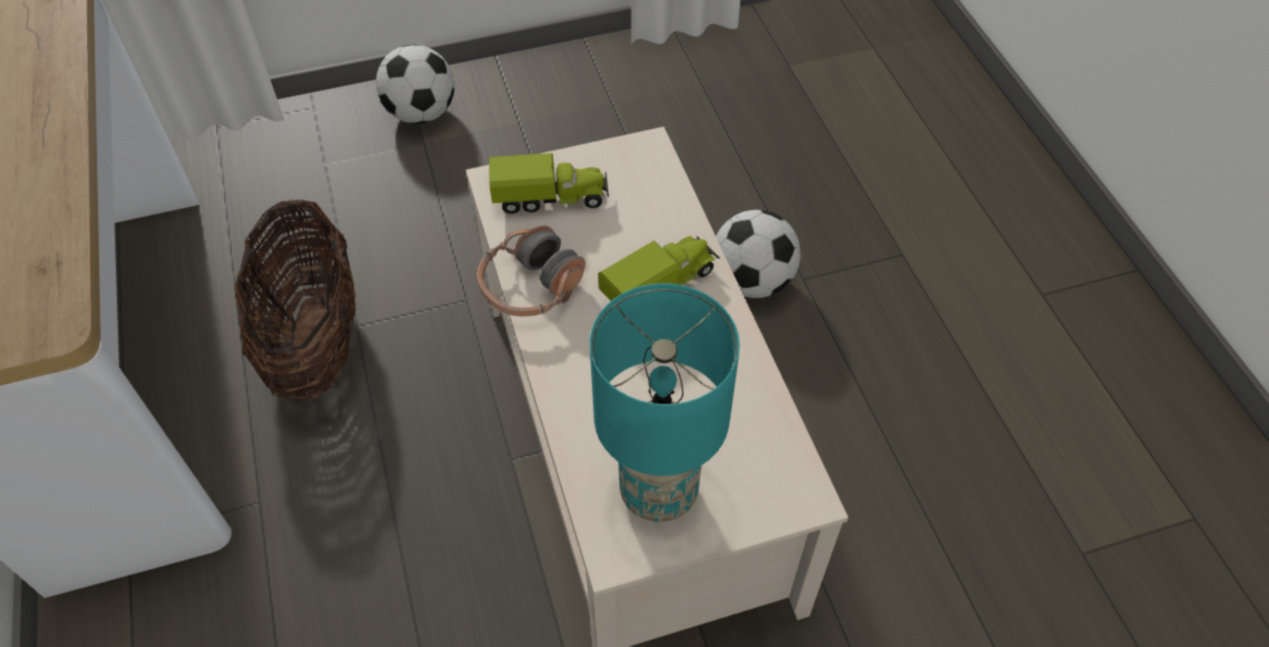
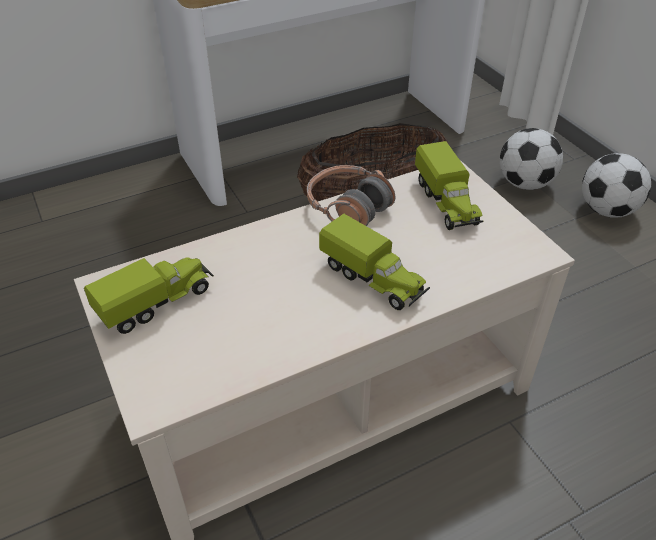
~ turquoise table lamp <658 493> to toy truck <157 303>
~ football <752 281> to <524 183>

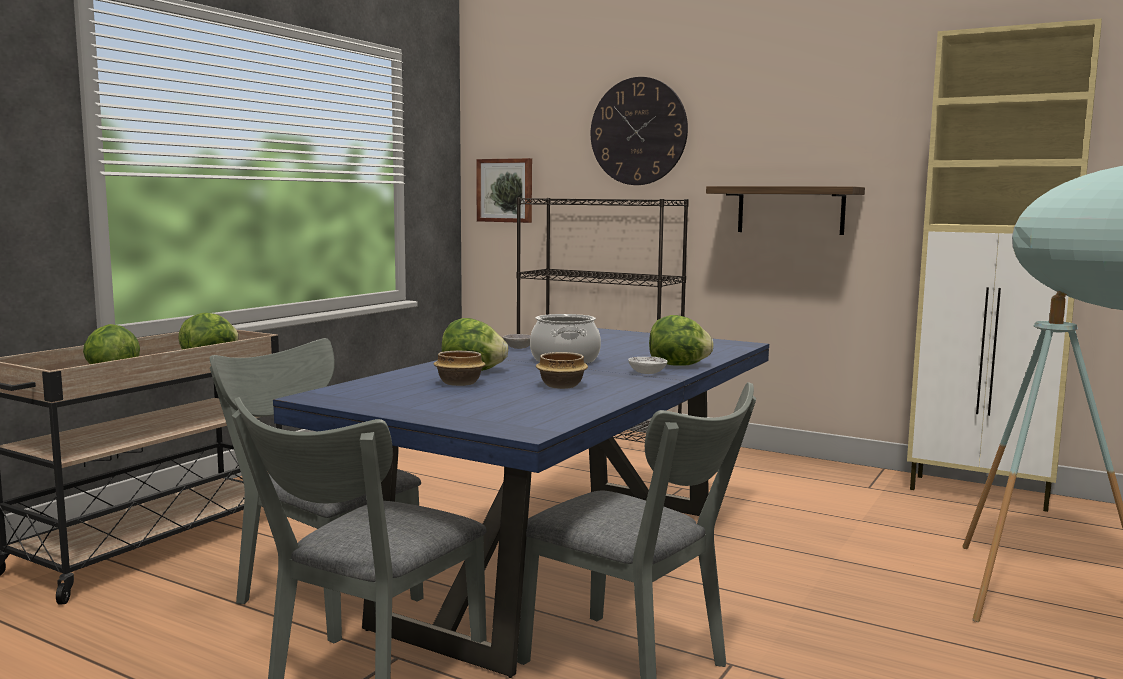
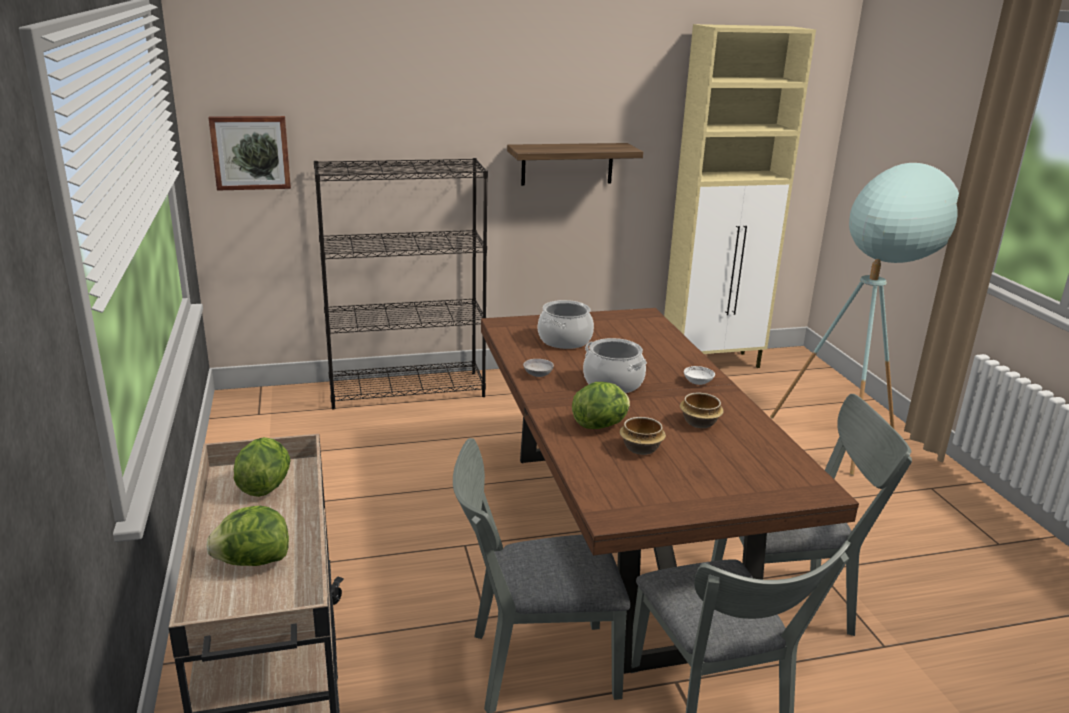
~ blue dining table <562 564> to brown dining table <618 541>
- wall clock <638 131>
- lettuce <678 365>
+ cooking pot <565 340>

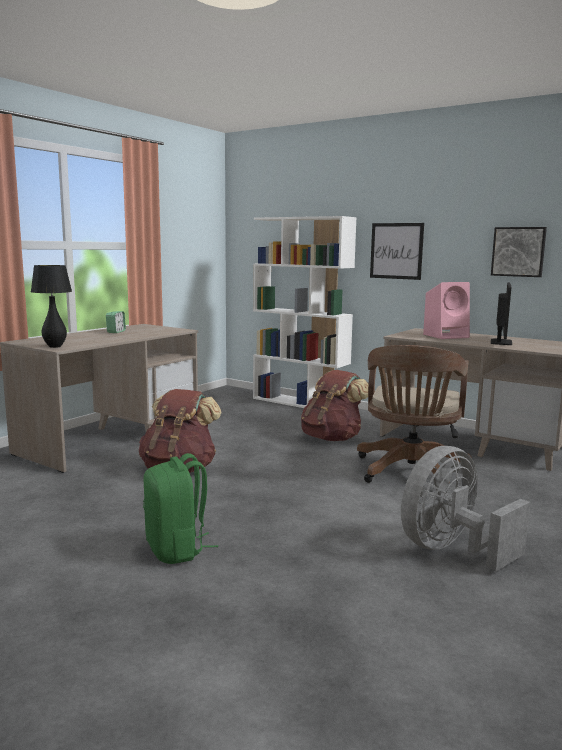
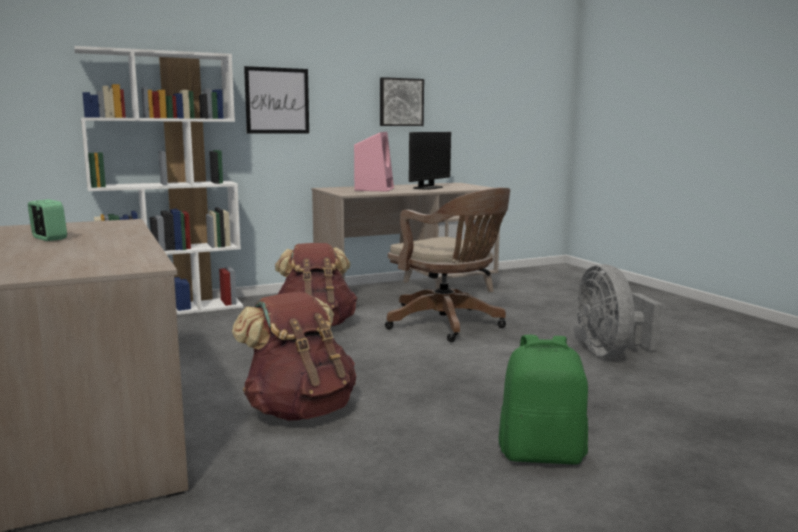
- black table lamp <55 346>
~ monitor <501 342> = <428 188> 75 degrees clockwise

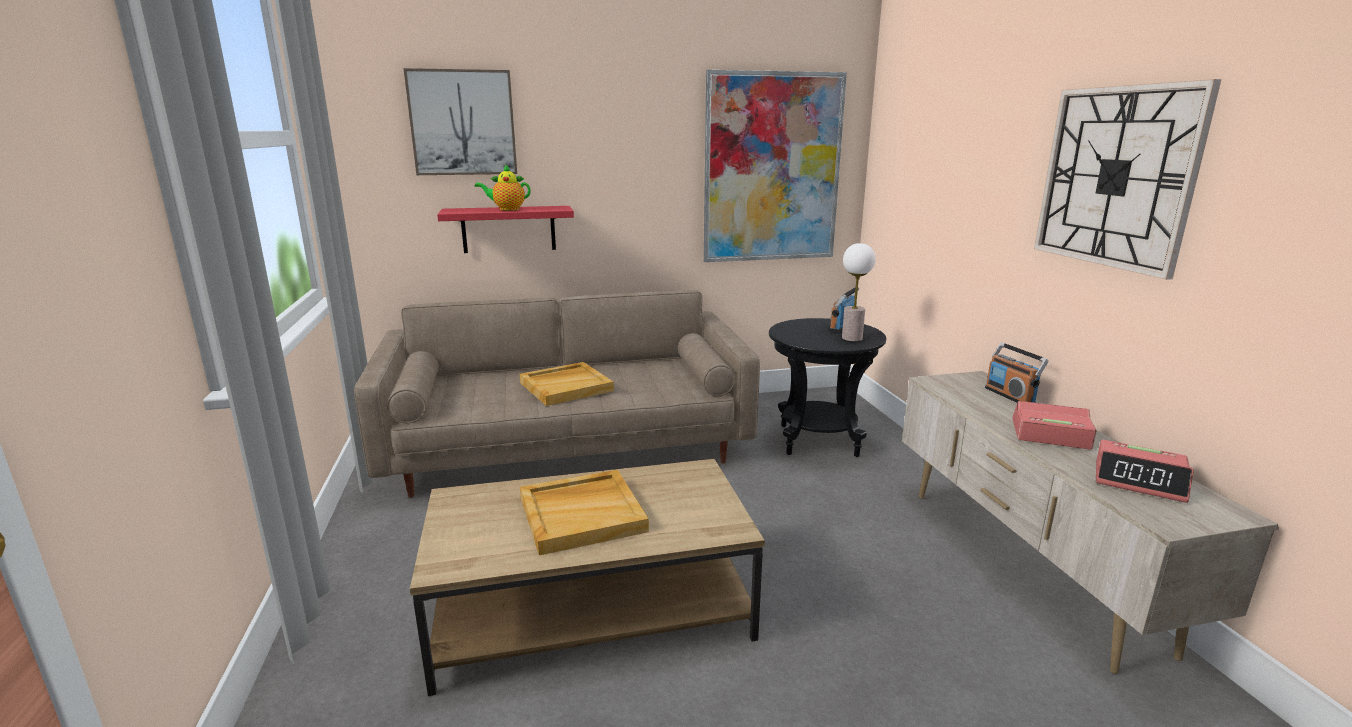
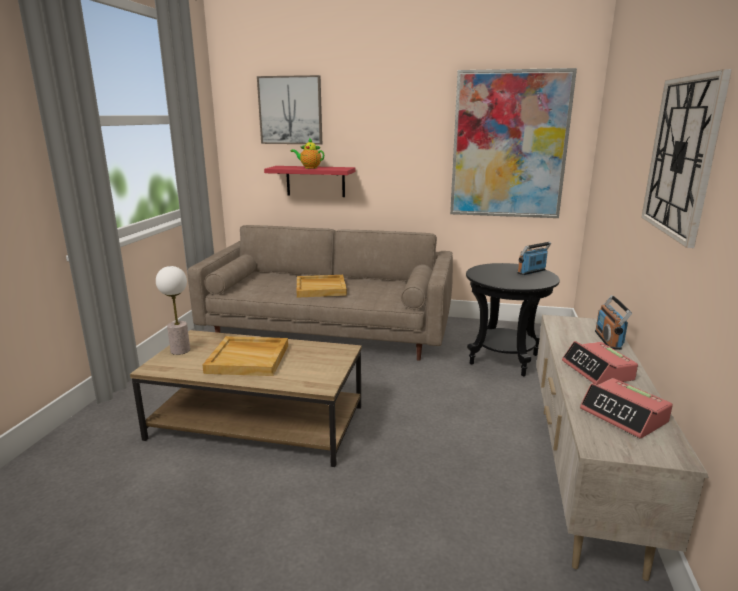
~ table lamp <851 338> to <180 350>
~ alarm clock <1049 434> = <597 371> 150 degrees counterclockwise

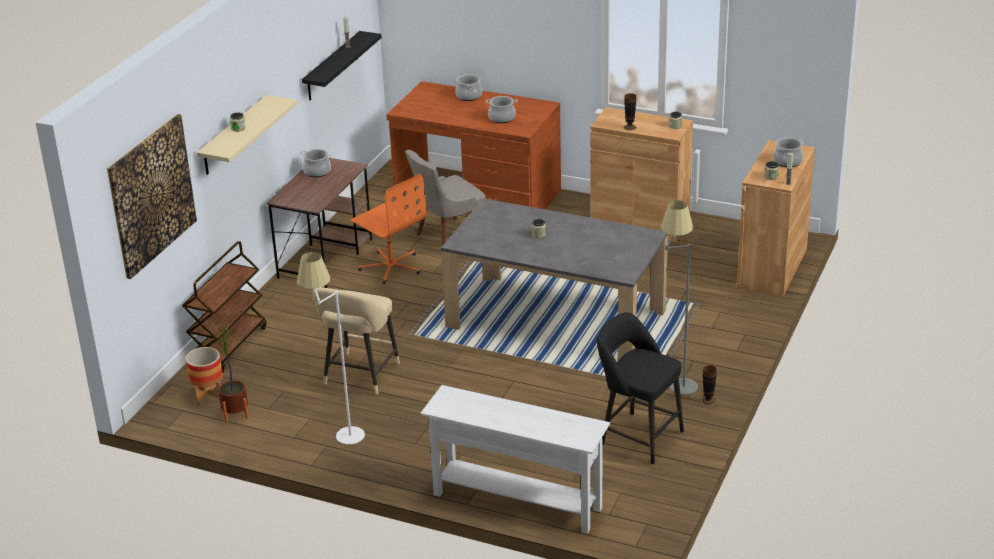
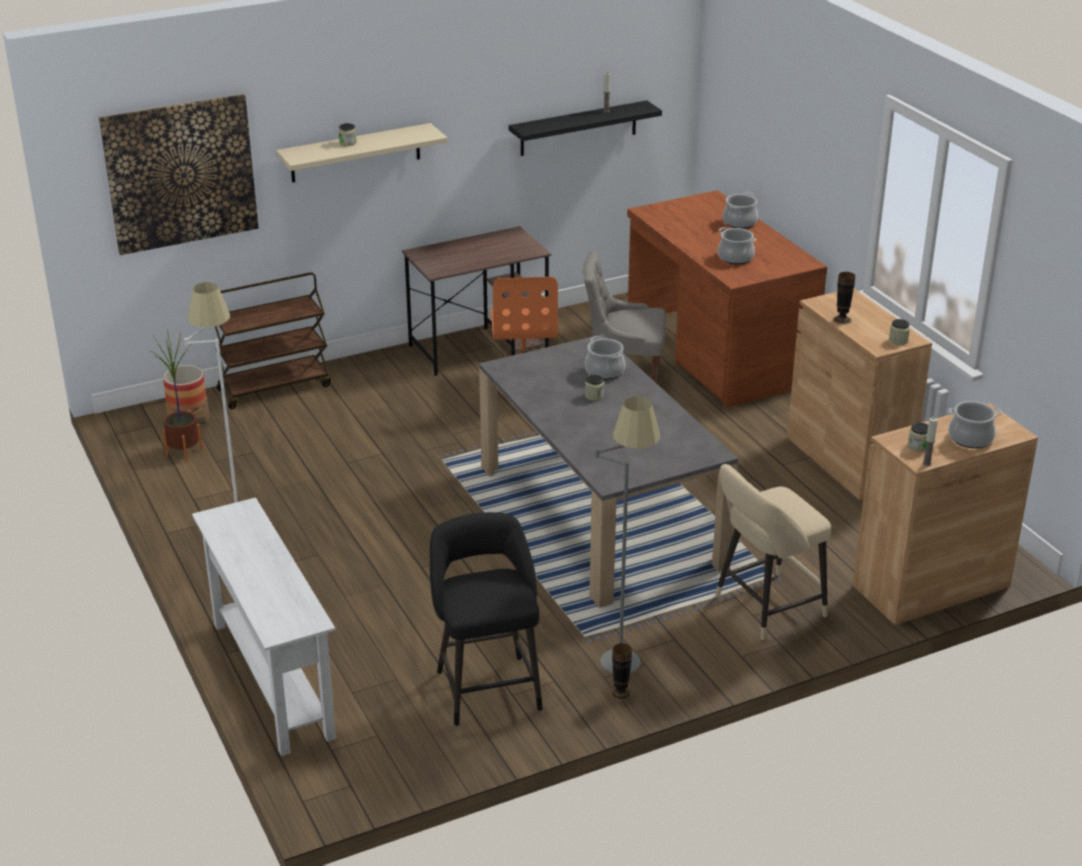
~ cooking pot <317 172> to <605 371>
~ beige stool <359 376> to <764 608>

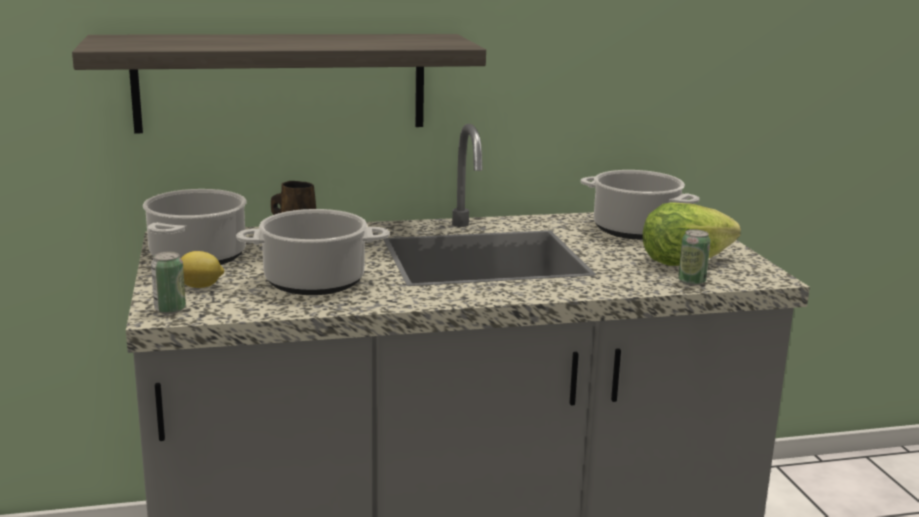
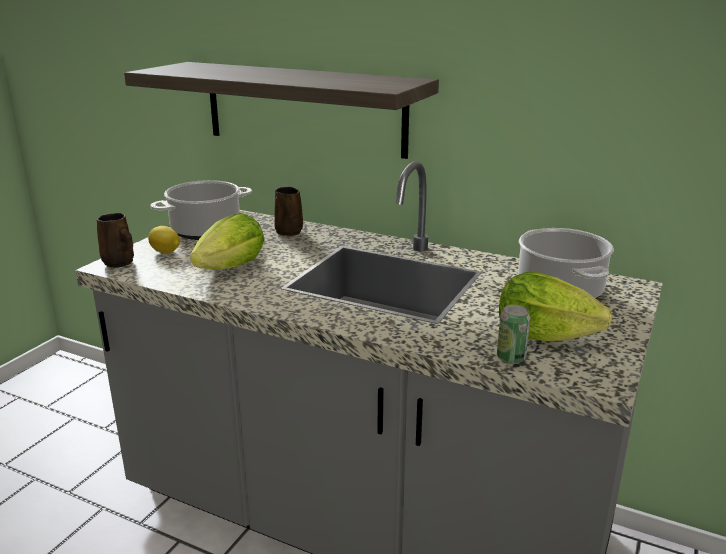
~ can <170 309> to brown mug <119 263>
~ cooking pot <316 282> to lettuce <231 268>

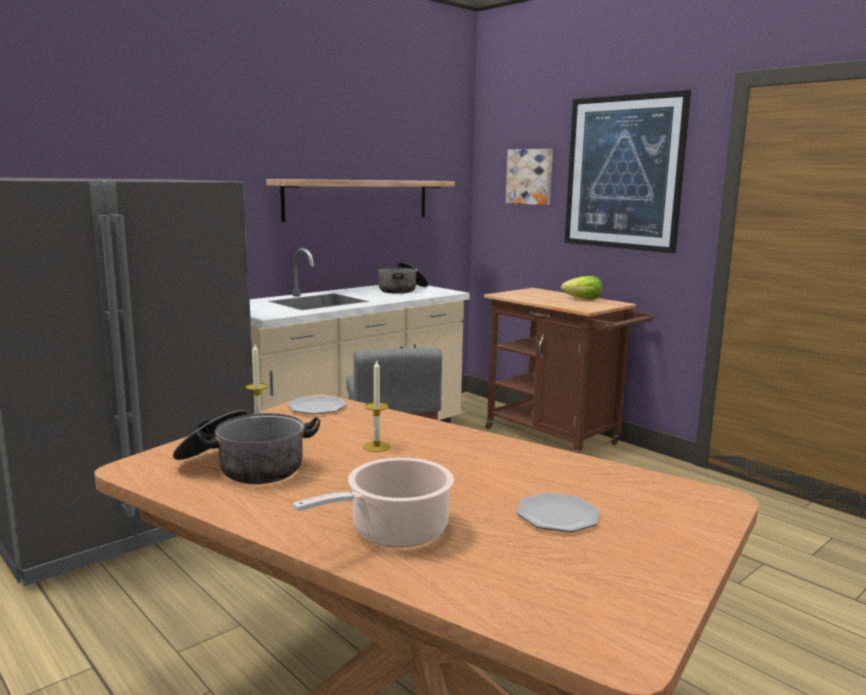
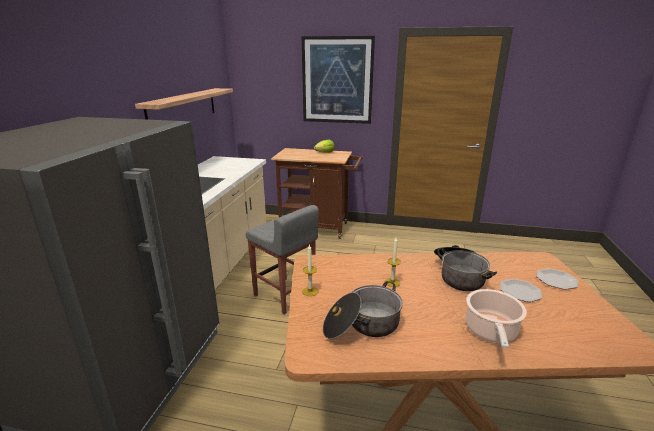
~ plate <316 407> to <556 280>
~ cooking pot <403 290> to <459 275>
- picture <530 177>

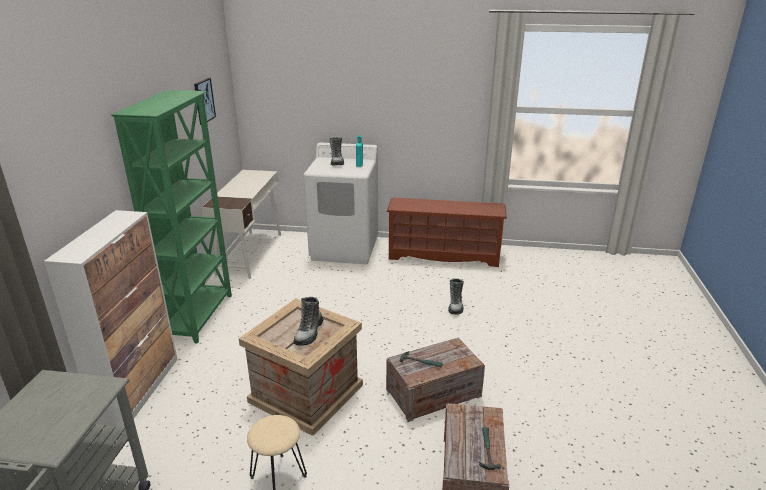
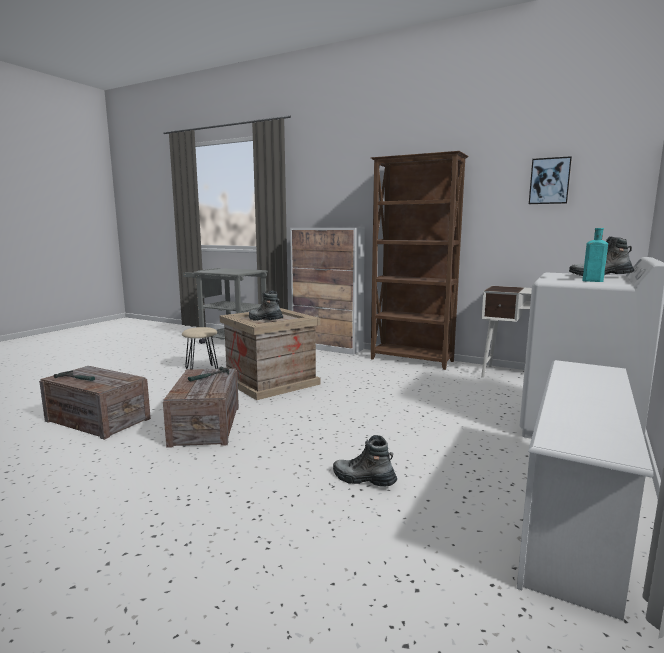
~ green bookcase <200 316> to brown bookcase <412 360>
~ brown shoe rack <444 255> to white shoe rack <575 518>

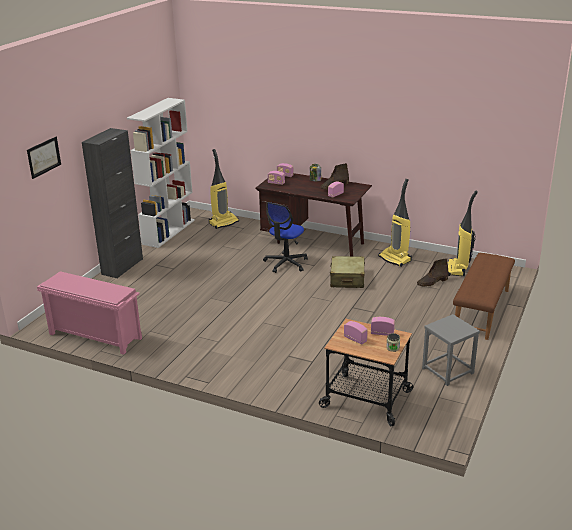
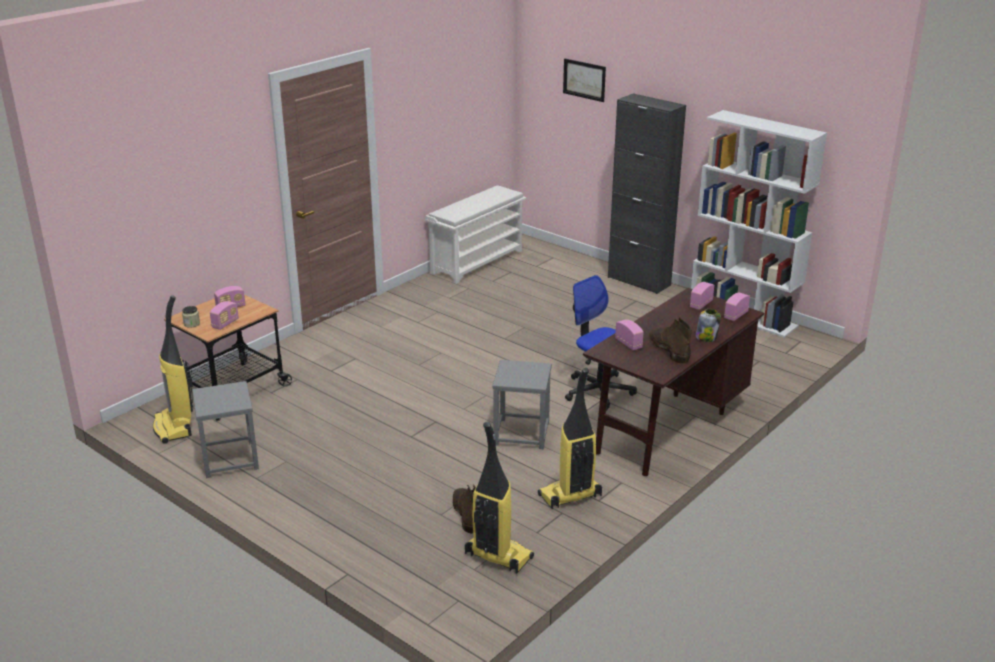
~ pink shoe rack <94 336> to white shoe rack <477 261>
~ vacuum cleaner <223 222> to <174 427>
~ beige suitcase <347 279> to grey stool <521 434>
- brown bench <482 310>

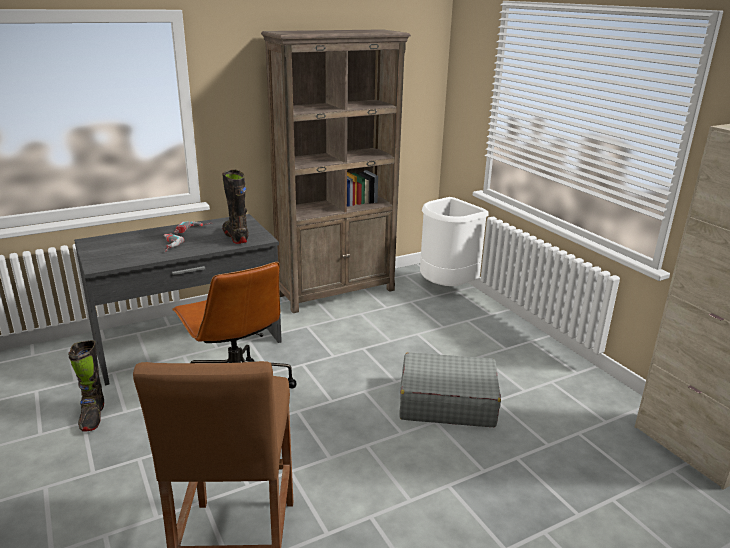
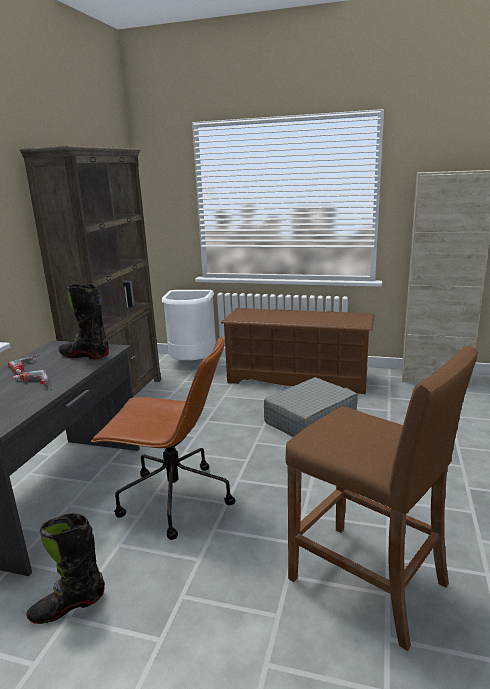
~ black boot <92 417> = <68 606> 120 degrees clockwise
+ brown shoe rack <298 378>

